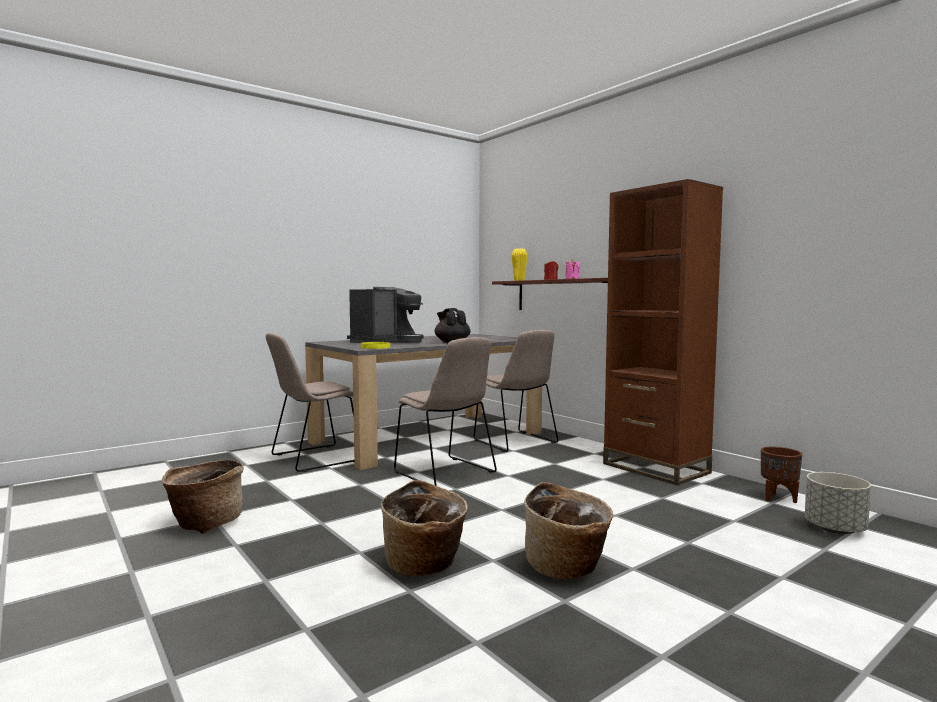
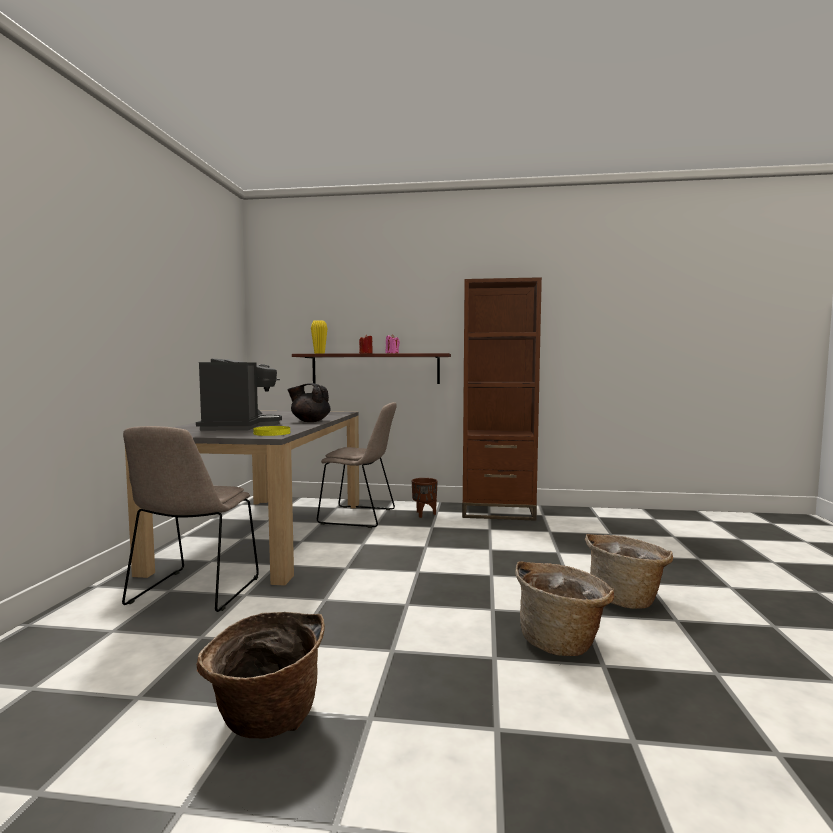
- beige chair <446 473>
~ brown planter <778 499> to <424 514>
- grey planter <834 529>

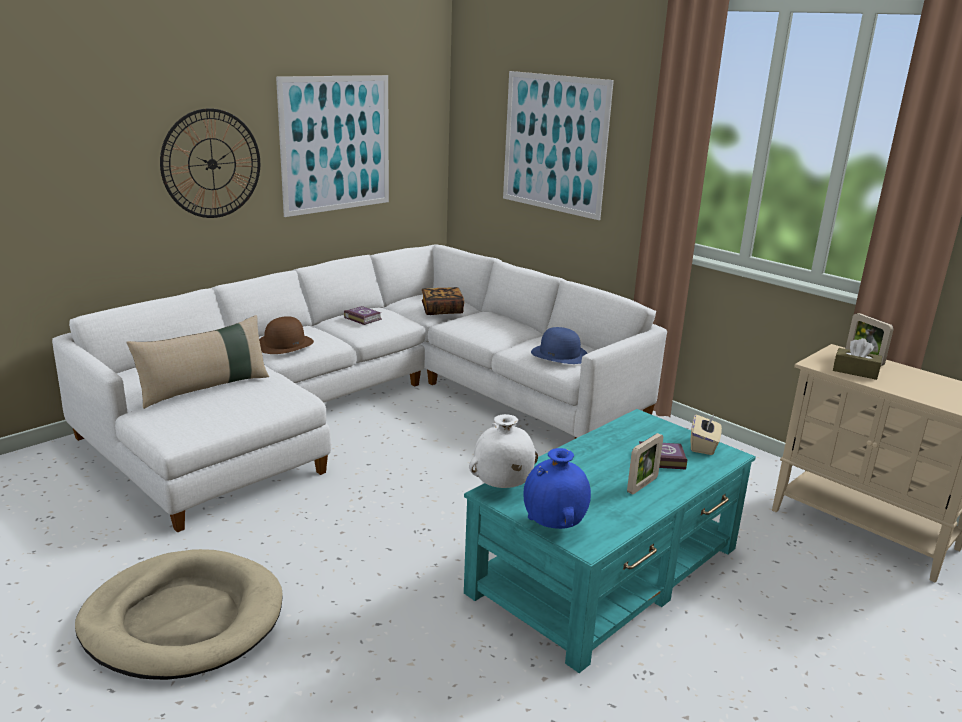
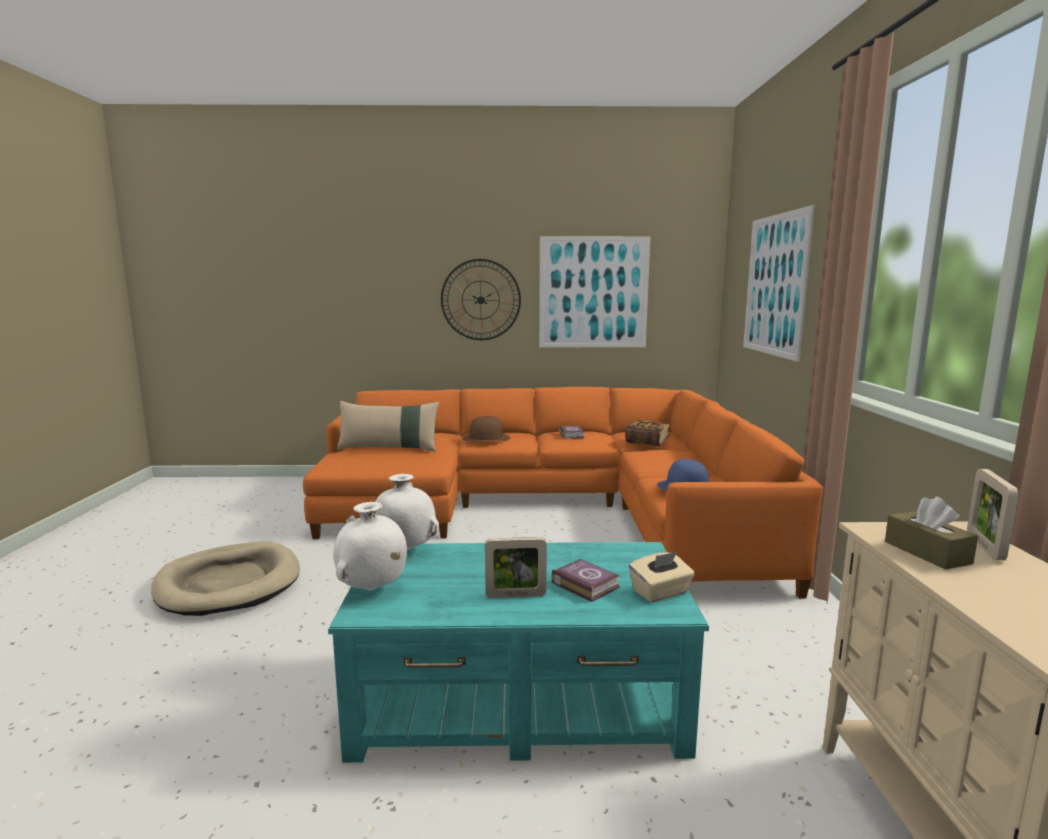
~ white sofa <369 405> to orange sofa <551 509>
~ blue vase <554 526> to white vase <372 589>

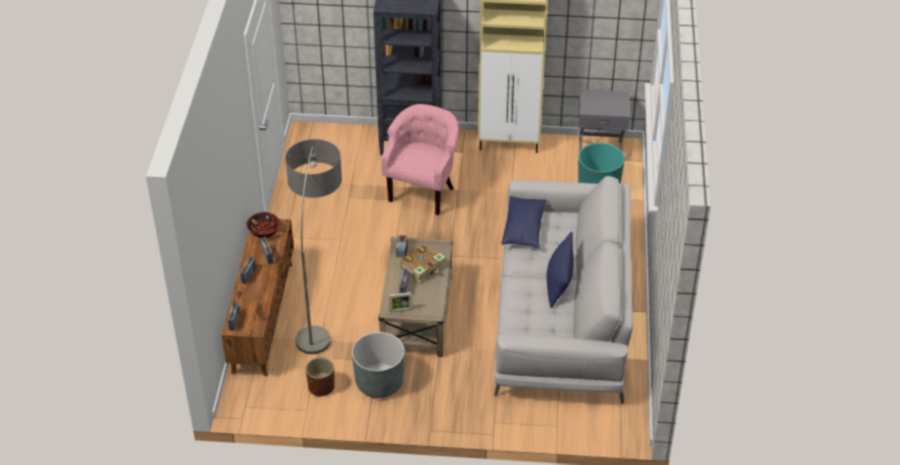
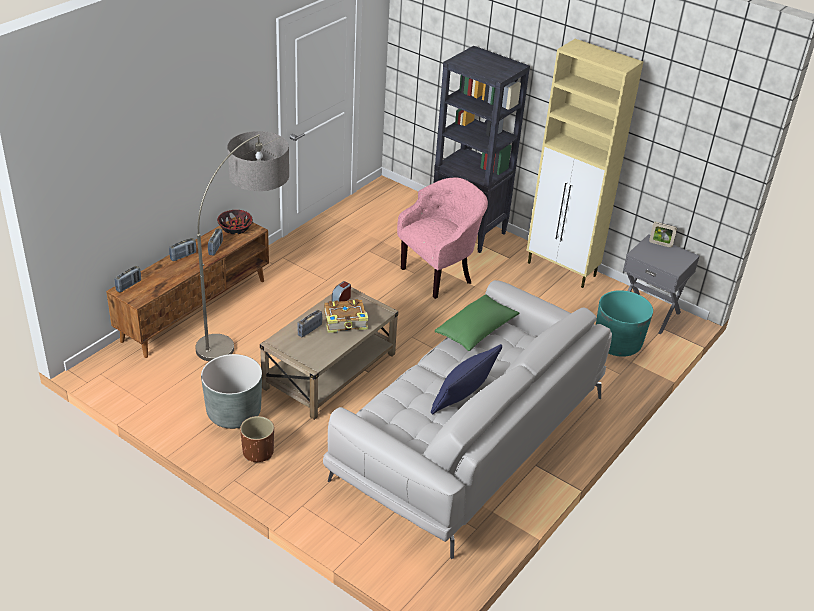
~ brown planter <321 387> to <258 452>
~ picture frame <400 310> to <660 244>
~ blue pillow <523 229> to green pillow <476 331>

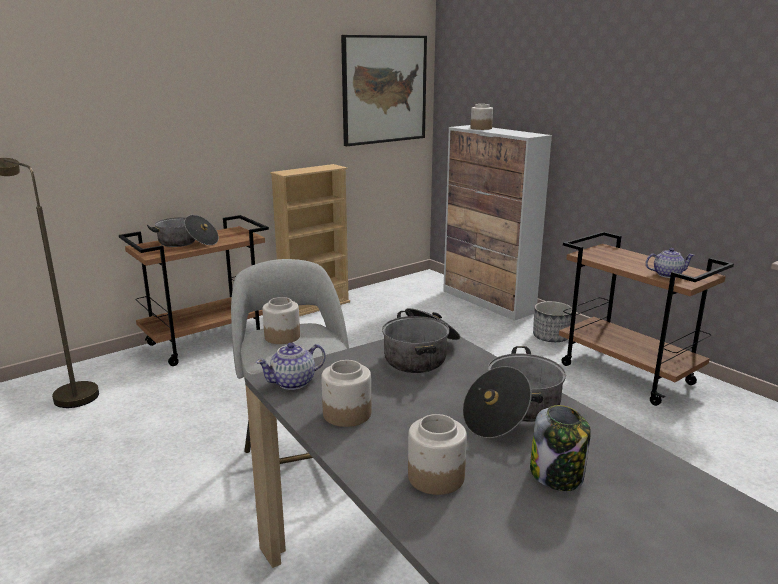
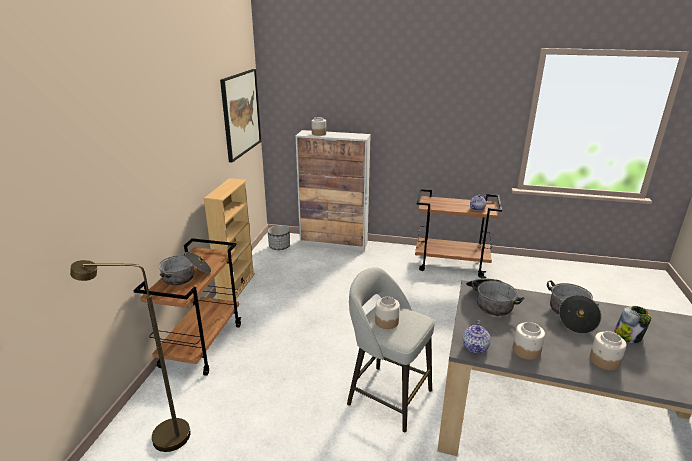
~ planter <551 337> to <279 246>

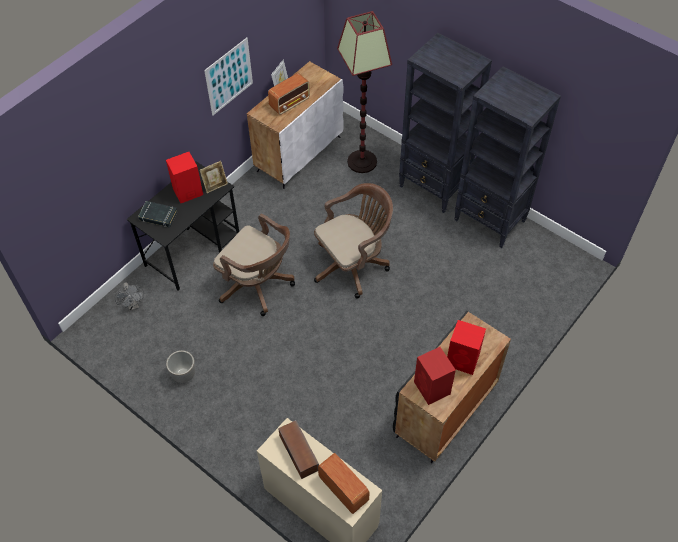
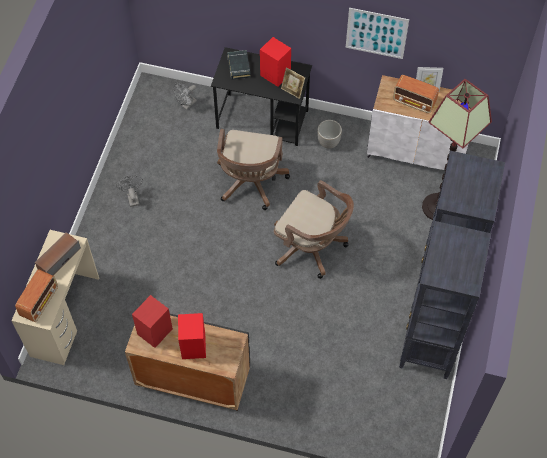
~ planter <184 375> to <328 142>
+ grey fan <132 197>

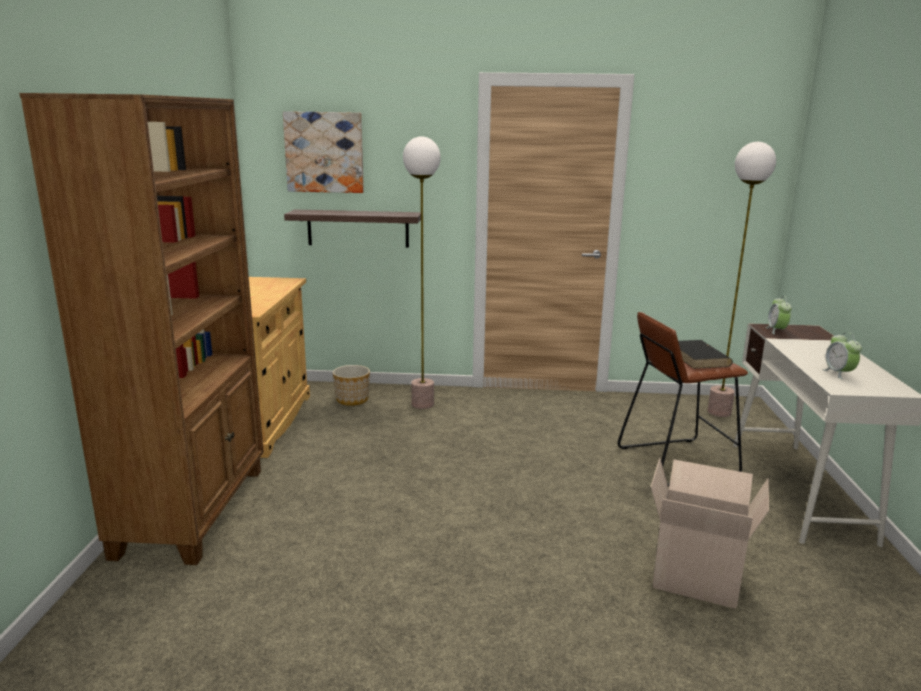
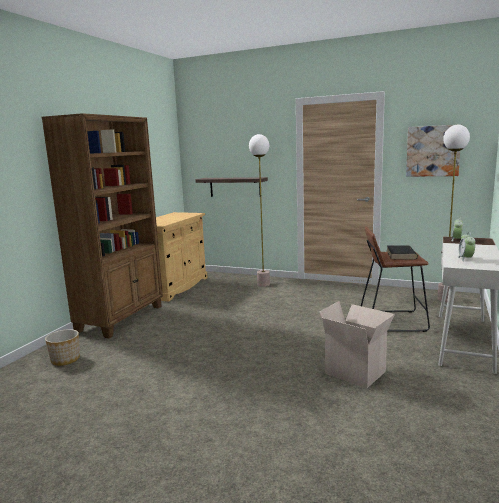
~ picture <324 152> to <433 151>
~ planter <352 400> to <65 360>

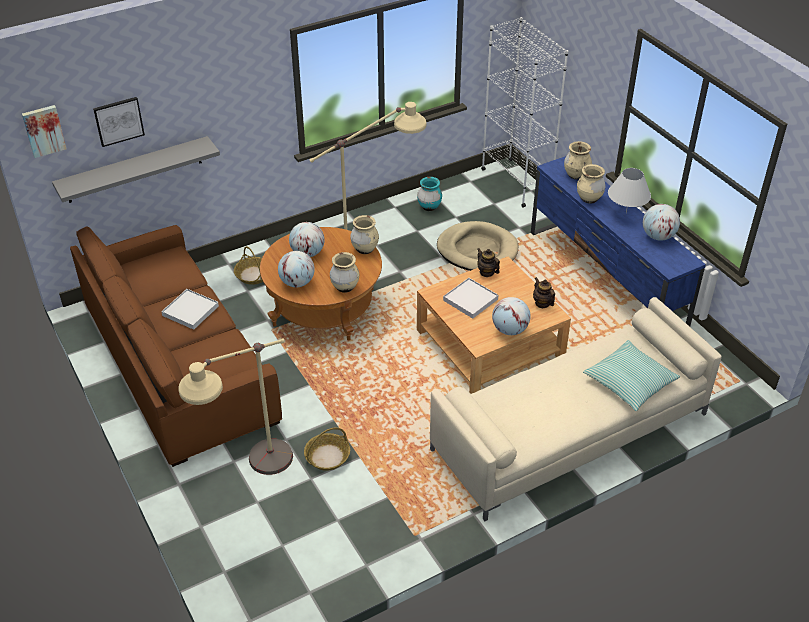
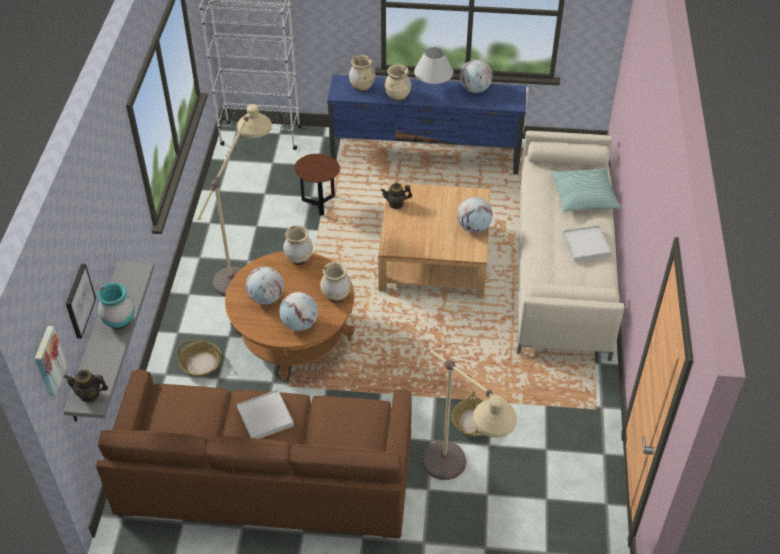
~ turquoise vase <429 207> to <119 322>
~ beige dog bed <477 250> to brown side table <319 204>
~ white tray <470 300> to <586 245>
~ teapot <542 303> to <89 394>

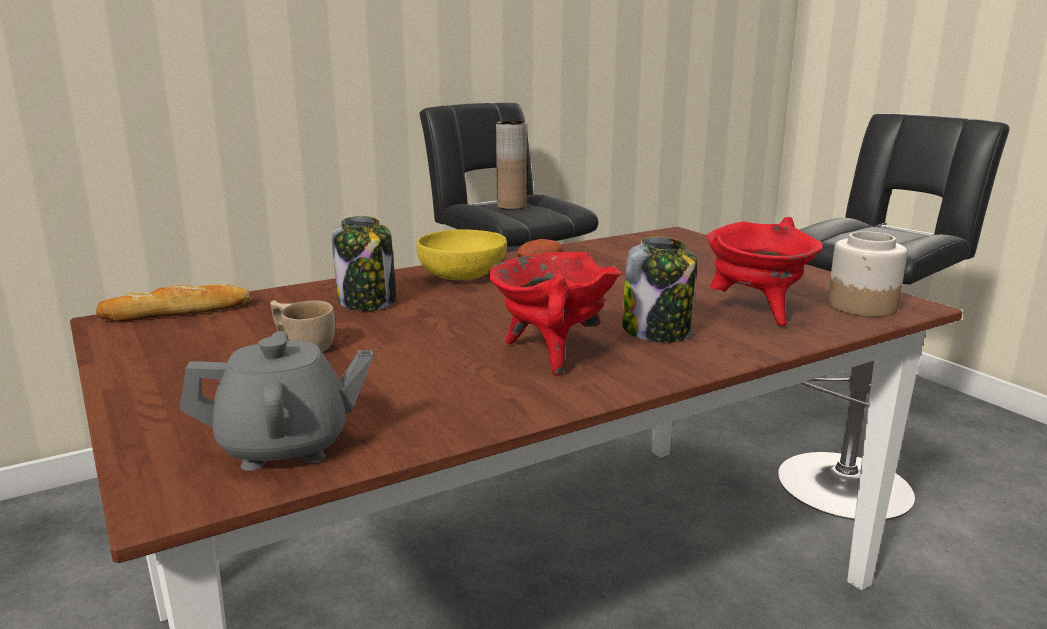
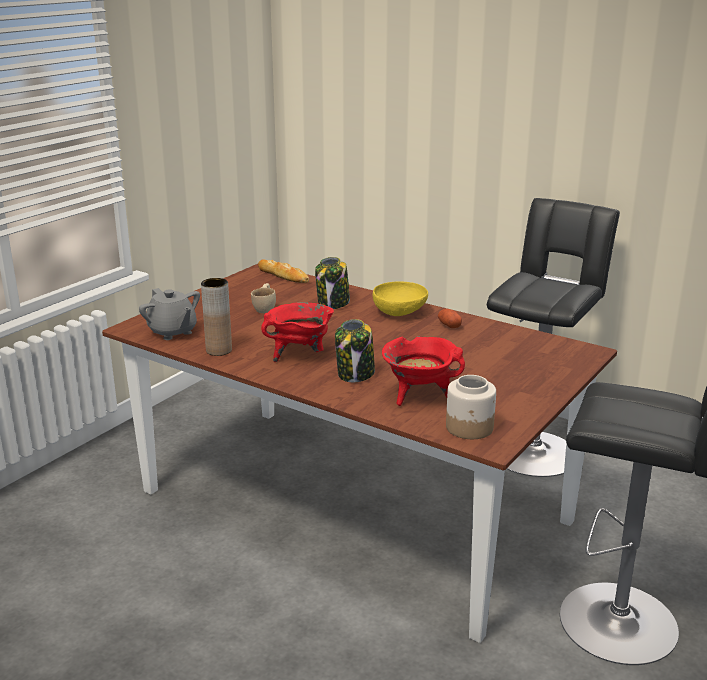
~ brown vase <511 206> to <219 350>

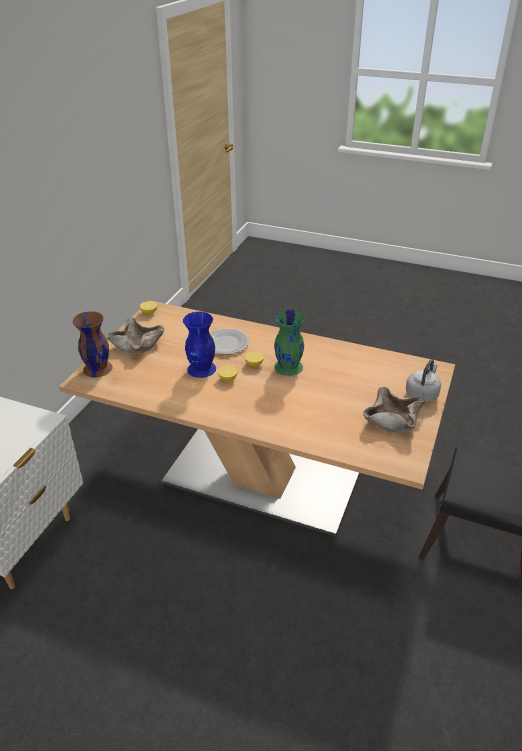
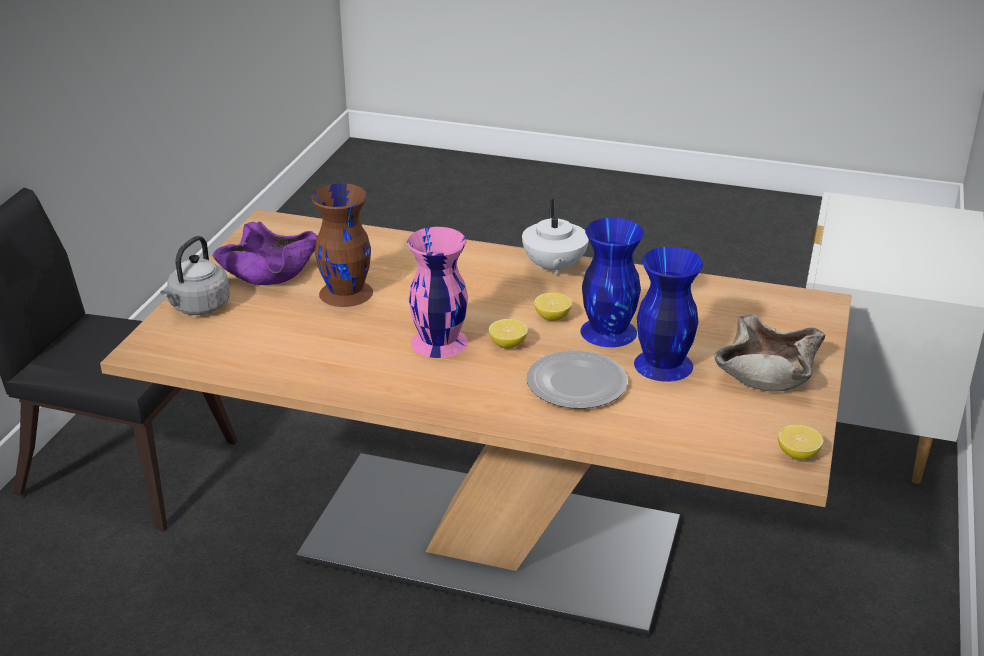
~ brown vase <97 368> to <347 293>
~ green vase <289 367> to pink vase <438 342>
~ beige bowl <391 420> to purple bowl <270 270>
+ white teapot <553 268>
+ blue vase <662 364>

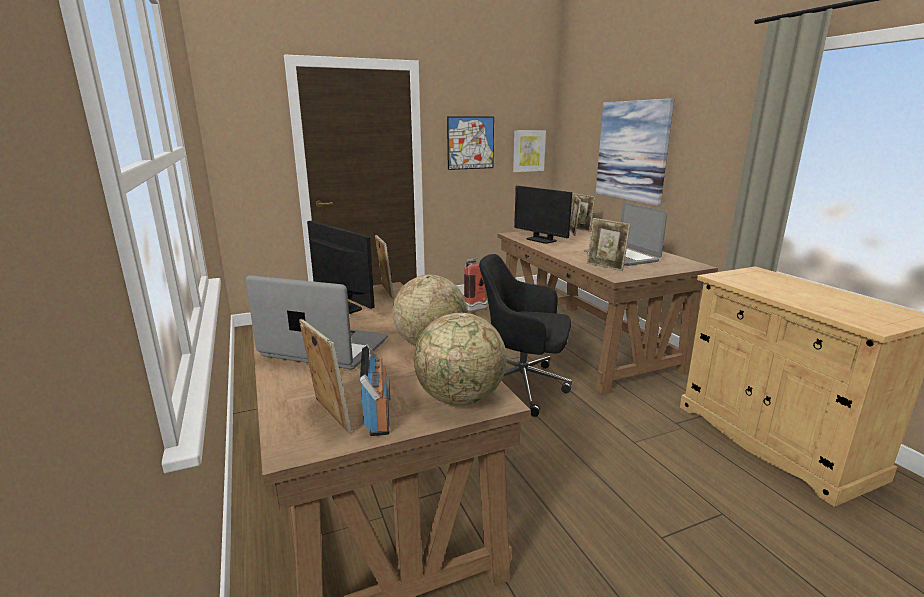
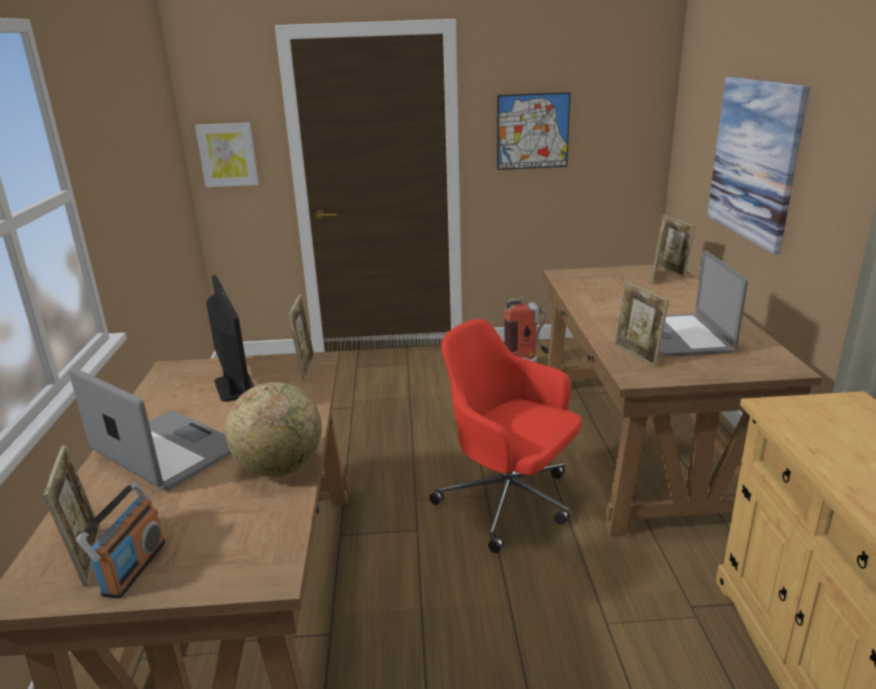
- globe <460 399>
~ black office chair <523 386> to red office chair <509 502>
~ picture <528 151> to <228 155>
- monitor <541 240>

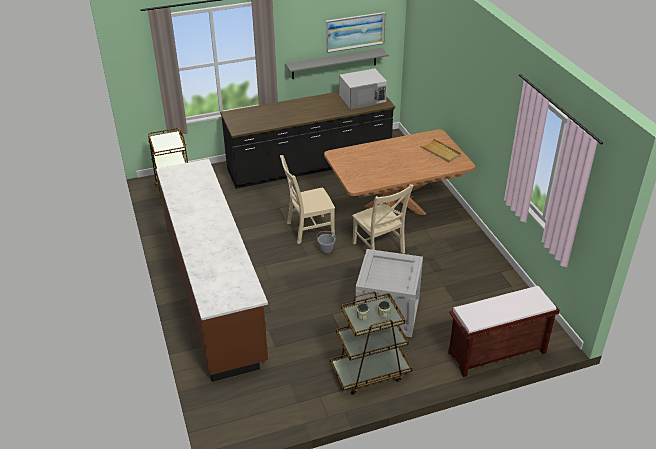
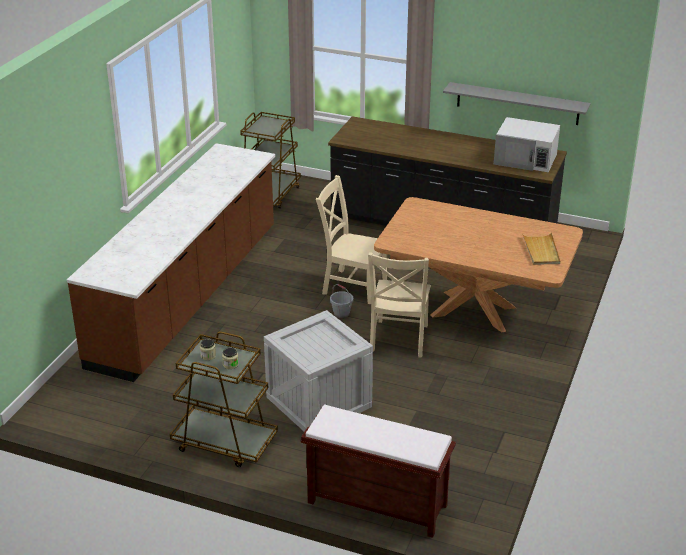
- picture <355 31>

